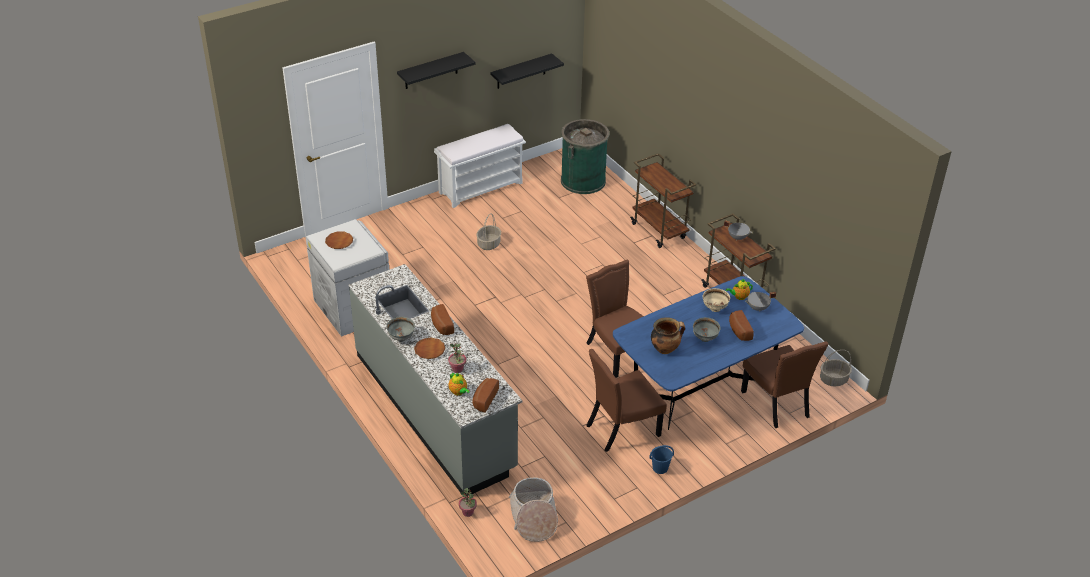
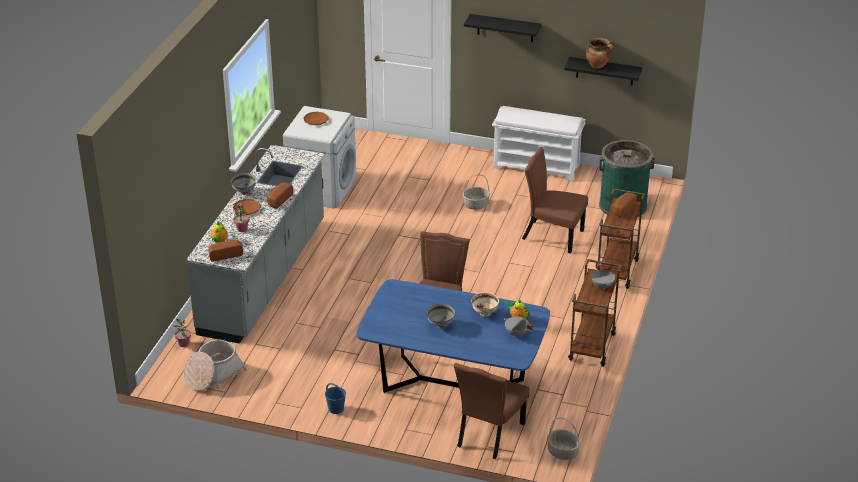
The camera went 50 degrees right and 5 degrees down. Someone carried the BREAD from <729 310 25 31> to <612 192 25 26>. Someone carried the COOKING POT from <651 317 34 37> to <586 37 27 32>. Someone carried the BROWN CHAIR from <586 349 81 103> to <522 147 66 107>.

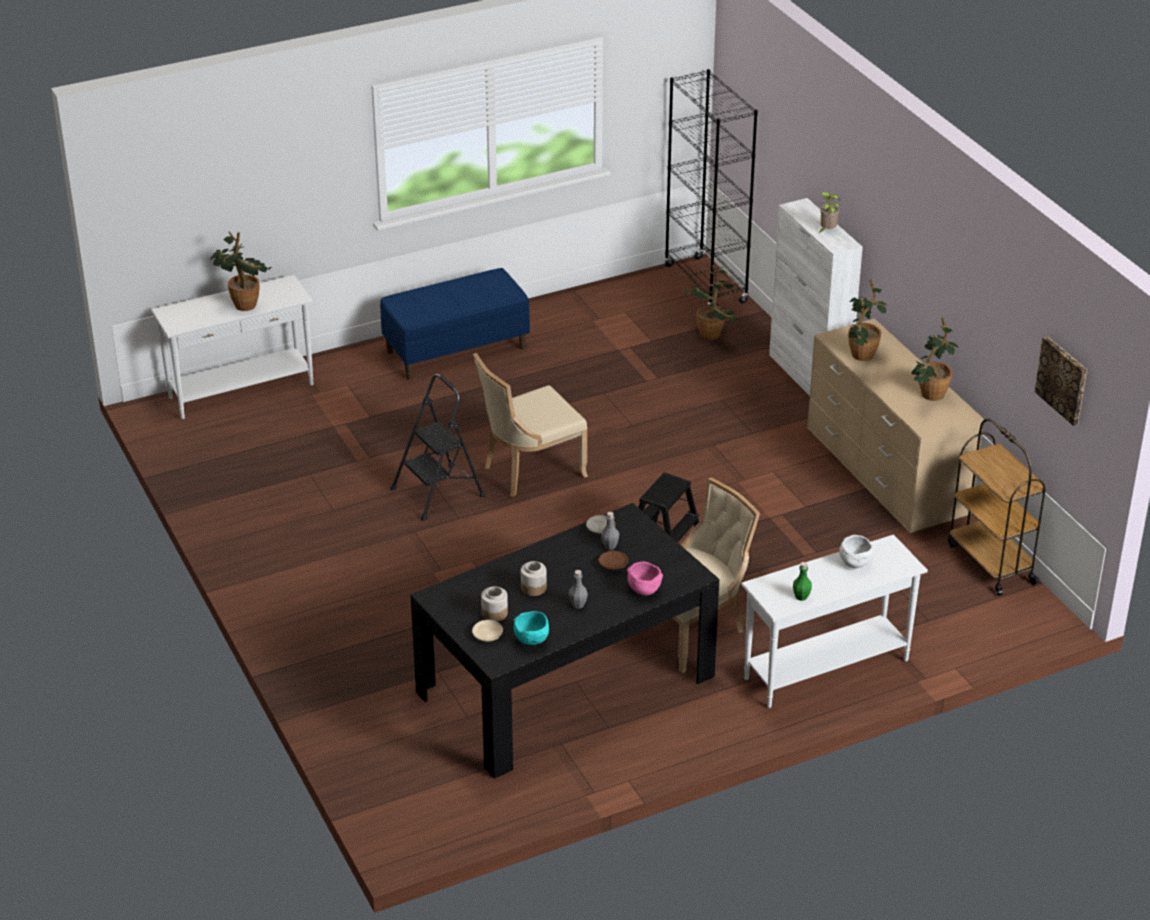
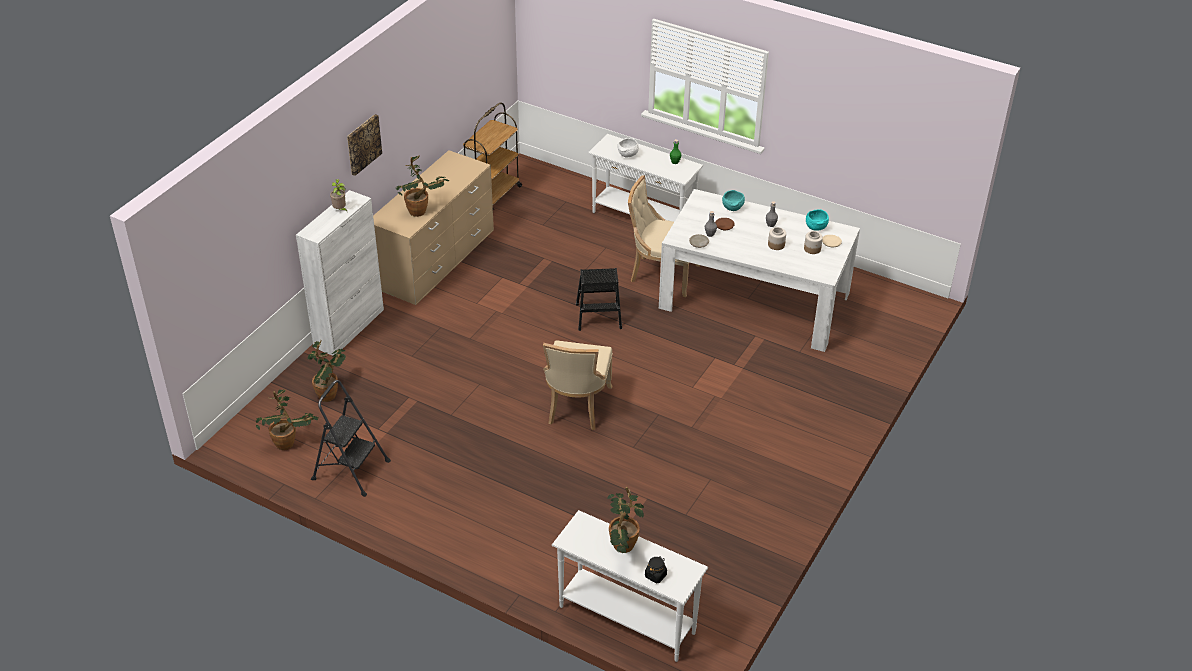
The camera went 125 degrees left and 5 degrees up. Someone took away the BLACK BOOKCASE at <664 69 94 237>. Someone took away the BLUE BENCH at <380 268 150 112>. Someone carried the POTTED PLANT from <911 318 47 83> to <256 389 63 61>. Someone carried the PICTURE from <1035 336 52 90> to <347 114 35 62>. Someone rotated the BEIGE CHAIR at <473 353 115 144> by 75 degrees clockwise. Someone carried the BLACK STEP LADDER from <390 374 96 147> to <311 380 80 117>. Someone repainted the BLACK DINING TABLE at <411 503 308 276>, which became the WHITE DINING TABLE at <659 189 201 163>. Someone repainted the PINK BOWL at <627 561 36 35>, which became the TURQUOISE BOWL at <722 190 23 21>. Someone put down the BLACK JAR at <645 556 22 27>.

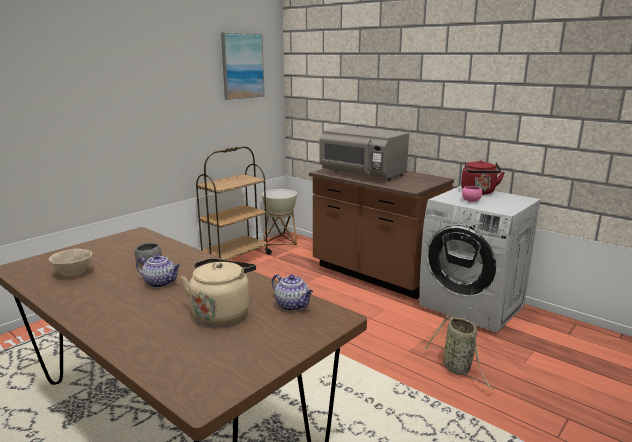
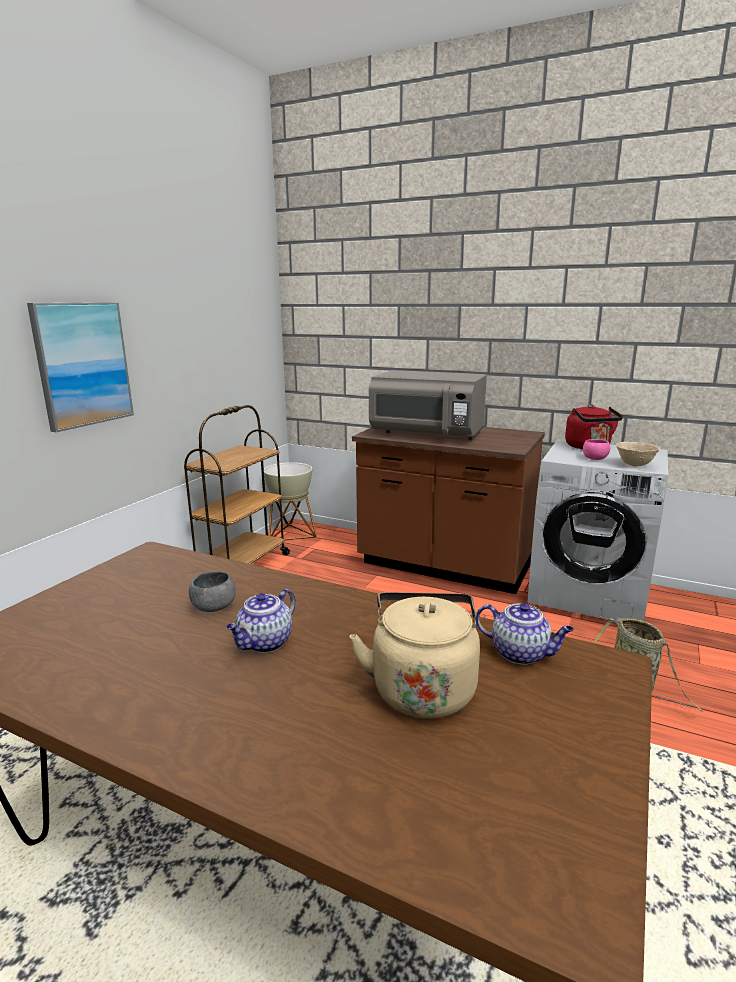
The camera went 15 degrees left and 0 degrees up. Someone carried the PICTURE from <221 33 44 67> to <27 302 107 130>. Someone carried the BEIGE BOWL from <49 249 43 27> to <616 442 44 24>. Someone rotated the TEAPOT at <136 254 45 34> by 120 degrees clockwise.

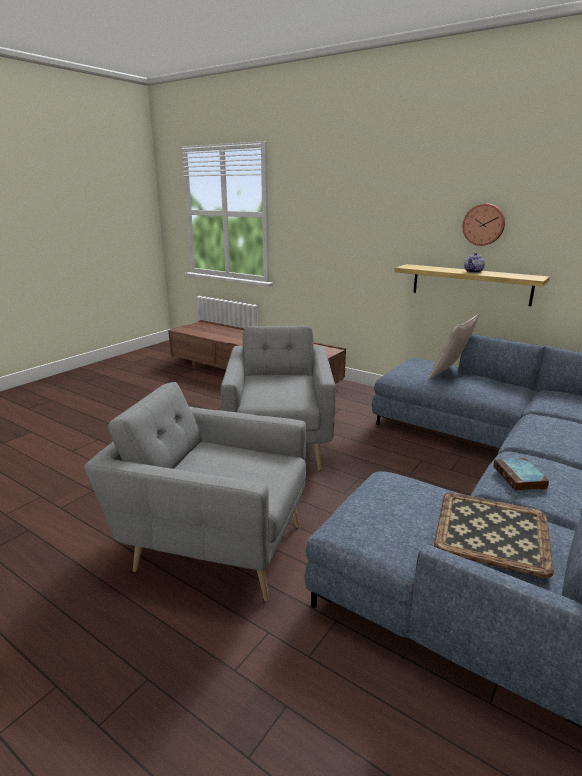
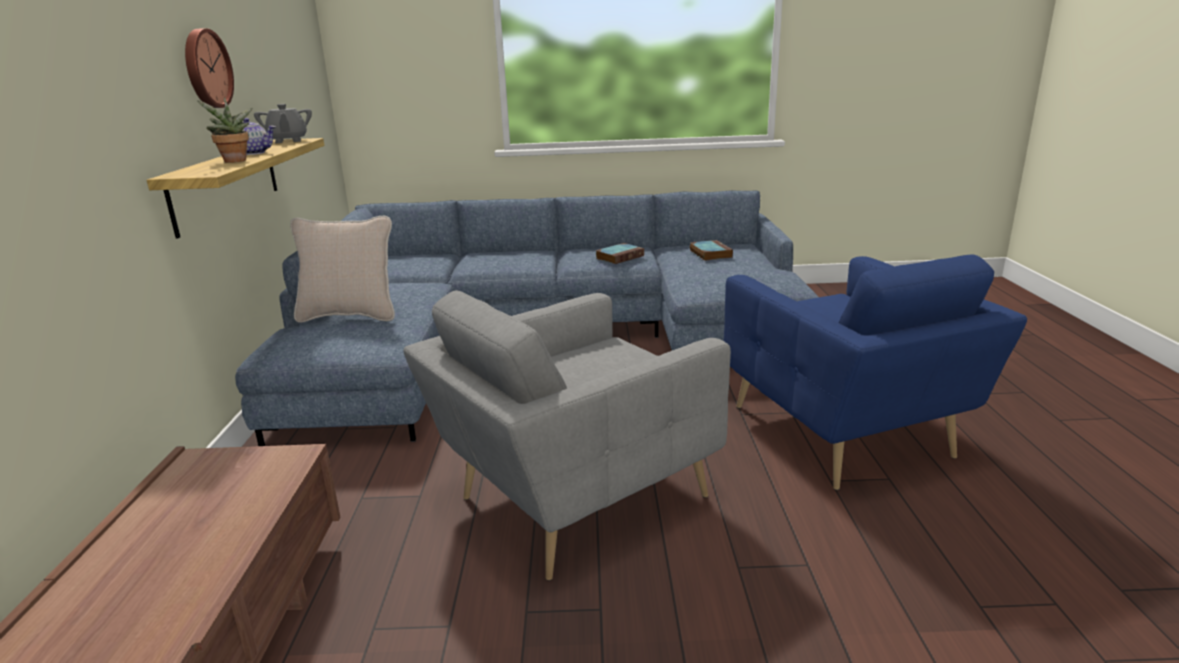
The camera went 125 degrees left and 0 degrees up. Someone repainted the GREY ARMCHAIR at <84 382 222 220>, which became the BLUE ARMCHAIR at <724 255 303 235>. Someone swapped the TRAY at <434 492 120 86> for the BOOK at <690 240 43 21>. Someone put down the POTTED PLANT at <197 97 56 66>. Someone put down the GREY TEAPOT at <254 104 58 39>.

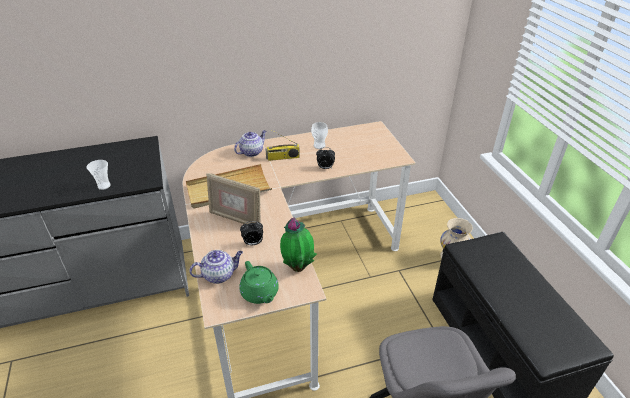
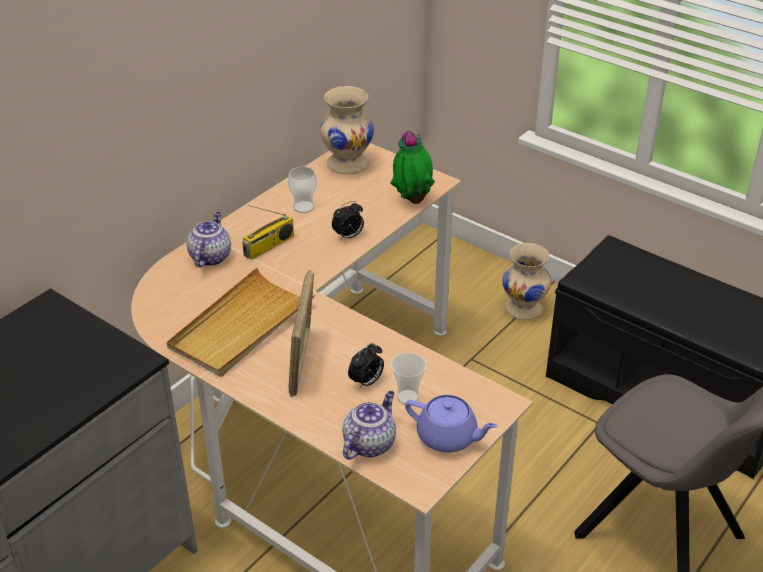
The camera went 35 degrees left and 0 degrees up. Someone carried the CUP from <87 160 24 30> to <391 353 36 52>. Someone rotated the PICTURE FRAME at <206 173 55 51> by 105 degrees clockwise. Someone carried the POTTED PLANT from <280 217 37 55> to <390 131 45 73>. Someone repainted the GREEN TEAPOT at <239 261 40 43>, which became the PURPLE TEAPOT at <405 395 93 58>. Someone put down the BEIGE VASE at <320 86 54 88>.

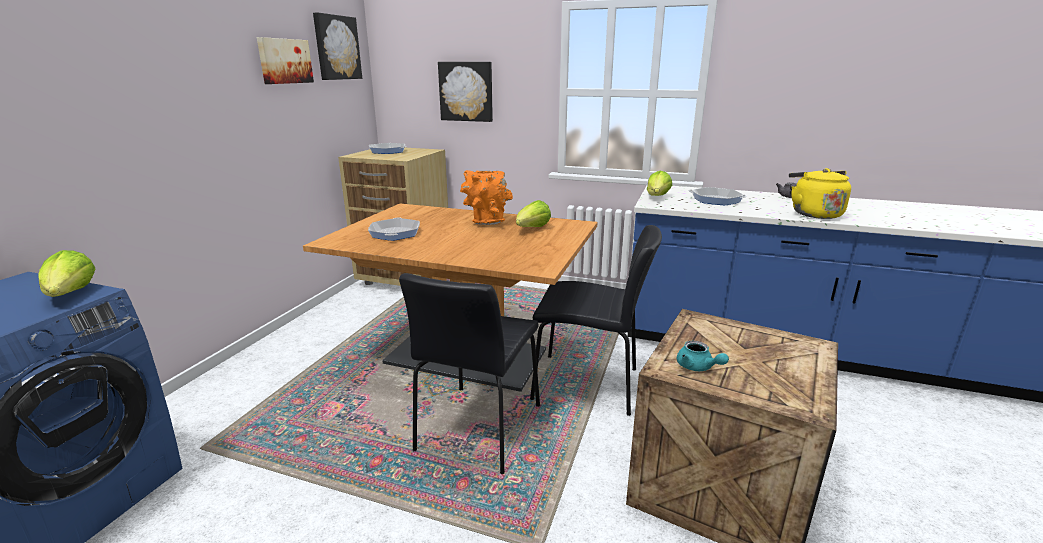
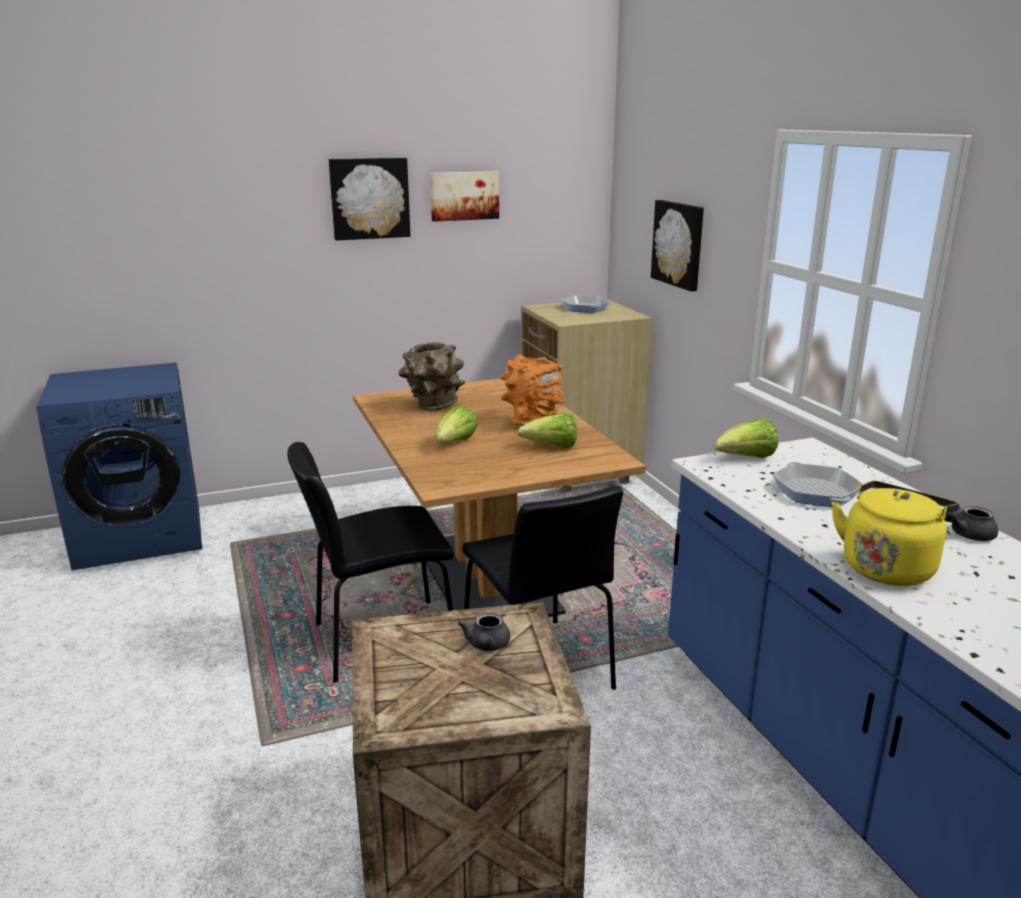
The camera went 50 degrees right and 0 degrees up. Someone carried the PICTURE from <313 12 49 68> to <329 158 81 83>. Someone swapped the FRYING PAN at <368 217 52 24> for the BROWN VASE at <399 342 66 69>. Someone carried the LETTUCE from <38 250 57 47> to <436 405 42 38>. Someone took away the TURQUOISE TEAPOT at <677 341 52 30>. Someone put down the GREY TEAPOT at <458 612 52 39>.

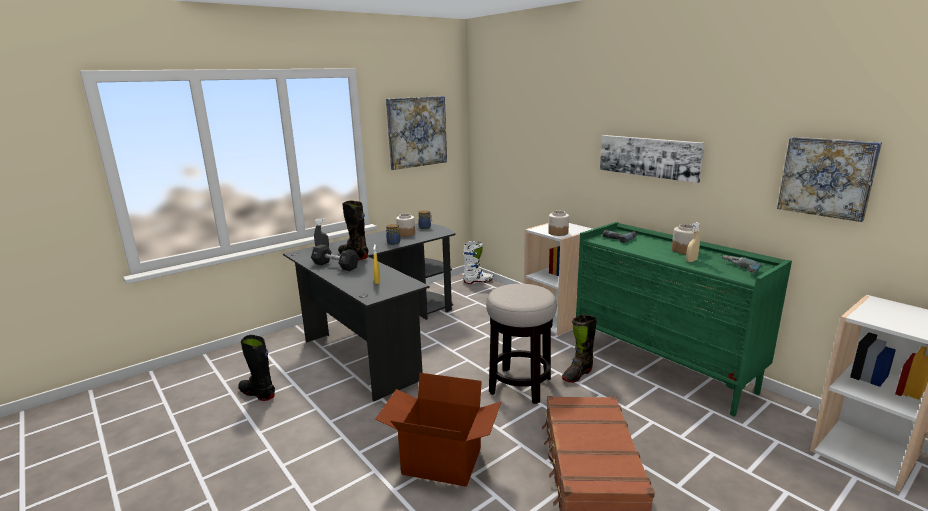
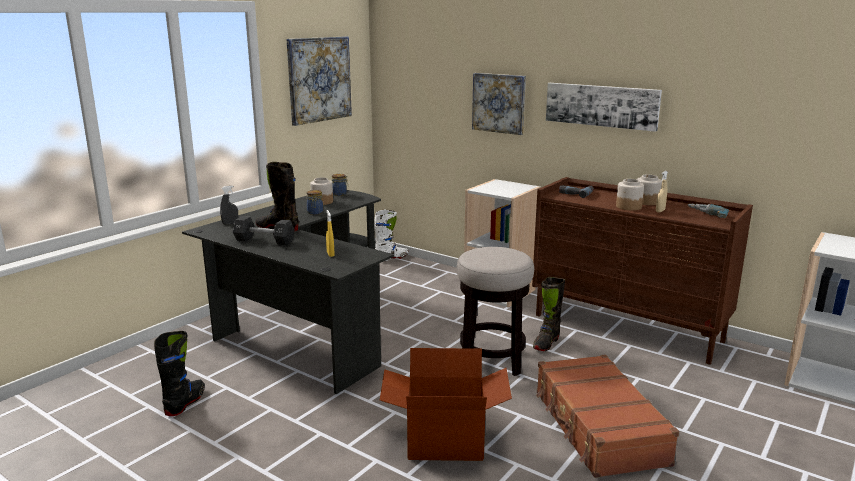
The camera went 15 degrees left and 0 degrees up. Someone carried the PICTURE from <777 137 105 85> to <472 73 54 62>. Someone carried the JAR from <548 211 21 25> to <616 179 28 31>. Someone repainted the GREEN CABINET at <576 222 216 195>, which became the BROWN CABINET at <532 177 221 188>. Someone rotated the BLACK BOOT at <238 335 37 66> by 90 degrees clockwise.

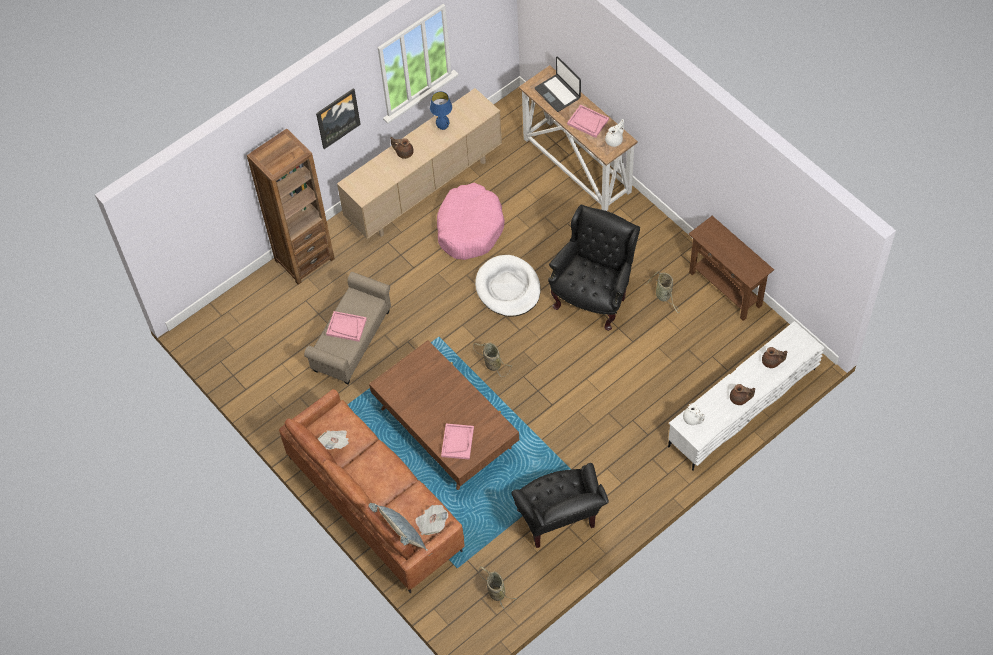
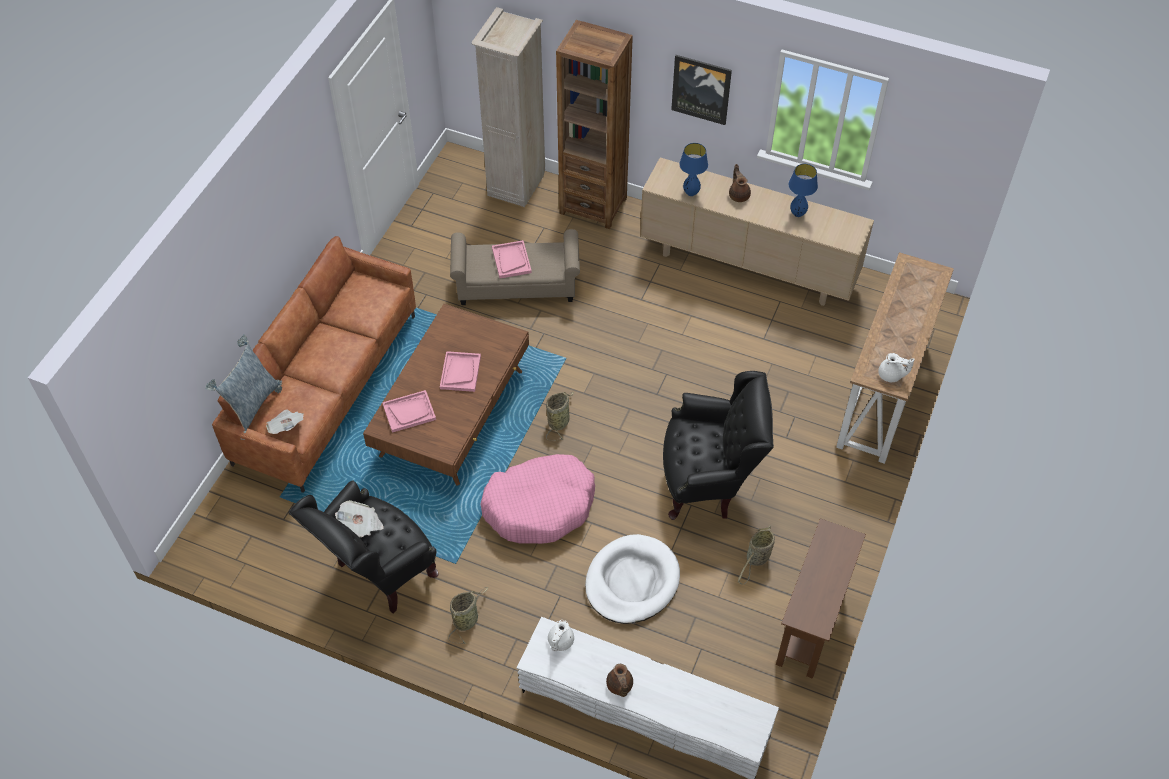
The camera went 60 degrees right and 5 degrees down. Someone took away the LAPTOP at <535 56 46 56>. Someone carried the PINK TRAY from <567 105 42 33> to <440 351 41 41>. Someone carried the PINK DOG BED from <437 183 68 77> to <481 454 114 90>. Someone carried the WHITE DOG BED from <475 255 66 62> to <585 534 95 90>. Someone took away the BROWN TEAPOT at <762 347 25 21>. Someone carried the NEWSPAPER from <318 430 31 20> to <335 500 49 37>. Someone carried the BASKET from <479 566 38 43> to <448 587 40 57>. Someone put down the BEIGE CABINET at <472 7 73 200>. Someone put down the BLUE TABLE LAMP at <679 143 29 53>.

